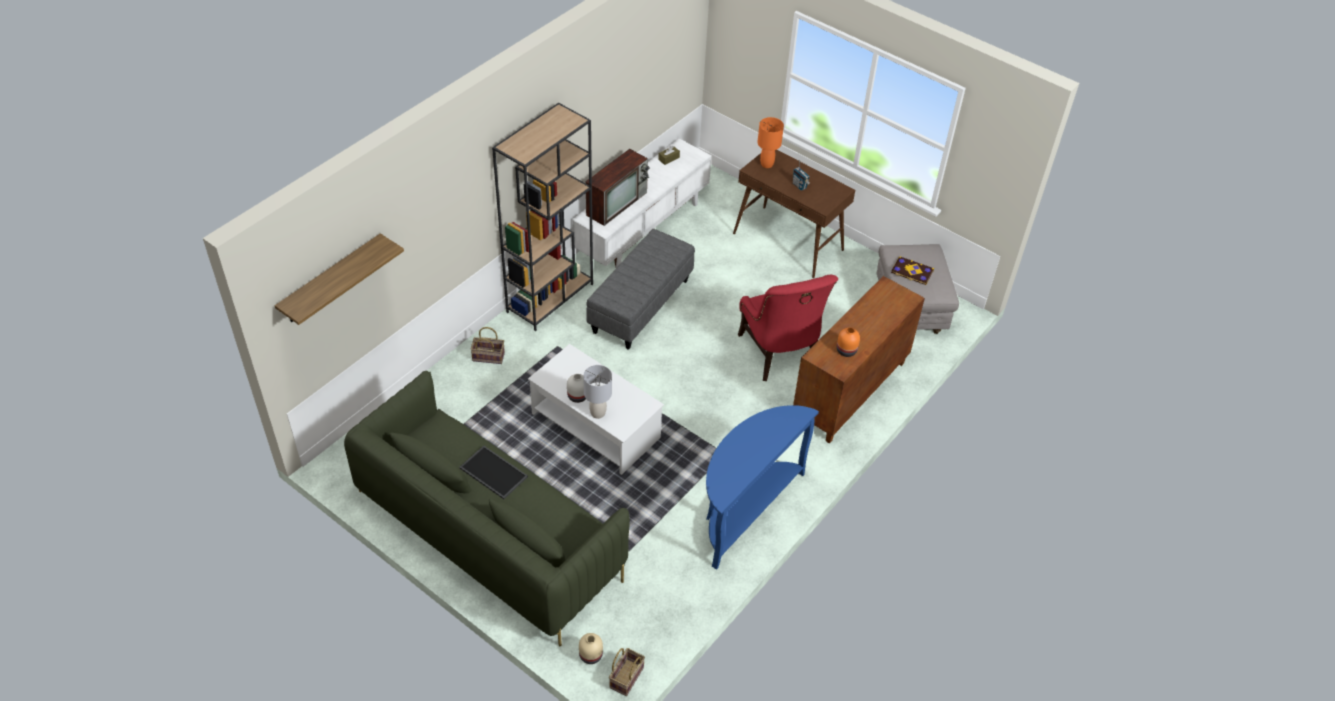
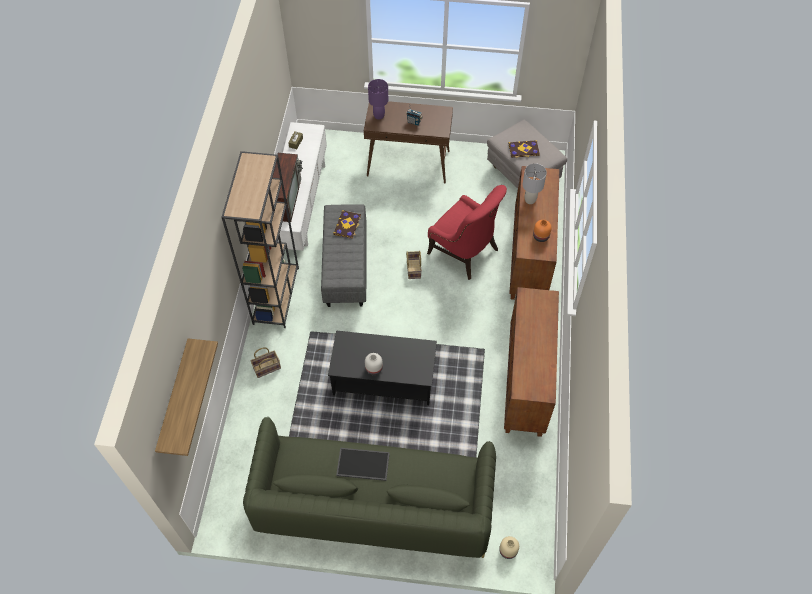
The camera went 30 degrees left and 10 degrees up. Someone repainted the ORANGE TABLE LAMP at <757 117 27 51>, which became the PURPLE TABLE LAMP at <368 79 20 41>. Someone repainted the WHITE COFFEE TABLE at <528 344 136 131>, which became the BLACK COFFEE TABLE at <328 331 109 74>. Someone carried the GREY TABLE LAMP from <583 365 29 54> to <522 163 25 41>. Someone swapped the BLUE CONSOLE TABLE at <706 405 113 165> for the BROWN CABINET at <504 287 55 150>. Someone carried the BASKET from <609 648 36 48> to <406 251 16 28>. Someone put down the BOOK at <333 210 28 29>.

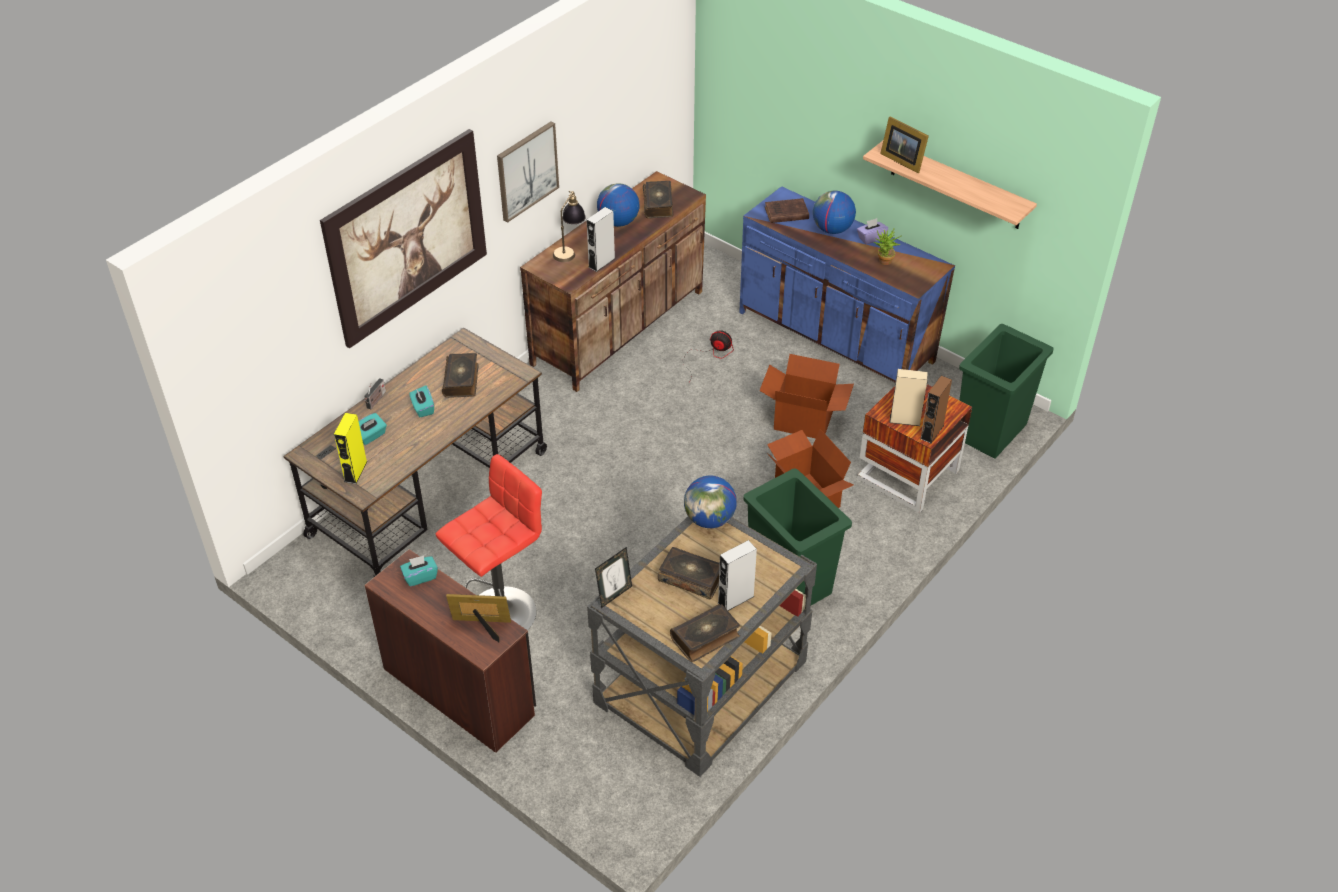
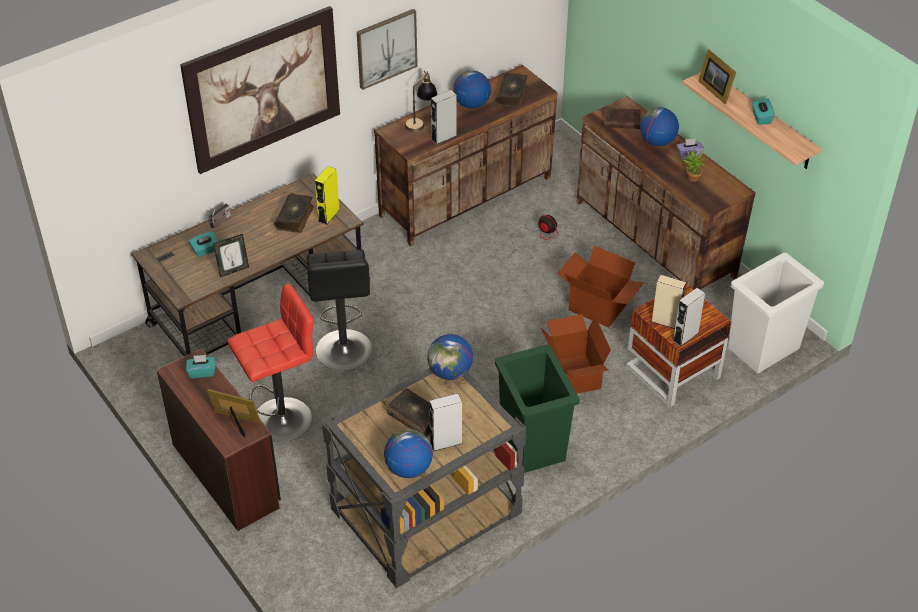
The camera went 15 degrees right and 0 degrees up. Someone repainted the BLUE CABINET at <739 186 216 197>, which became the BROWN CABINET at <577 96 179 194>. Someone repainted the GREEN TRASH CAN at <959 324 95 135>, which became the WHITE TRASH CAN at <728 253 96 120>. Someone repainted the BROWN SPEAKER at <920 375 32 68>, which became the GREY SPEAKER at <673 288 32 58>. Someone carried the TURQUOISE TISSUE BOX from <409 385 25 32> to <752 98 23 27>. Someone carried the YELLOW SPEAKER from <334 413 33 71> to <315 166 25 59>. Someone carried the PICTURE FRAME from <595 547 37 61> to <213 234 36 43>. Someone swapped the BOOK at <670 604 70 58> for the GLOBE at <384 429 49 49>. Someone put down the BLACK STOOL at <307 250 65 121>.

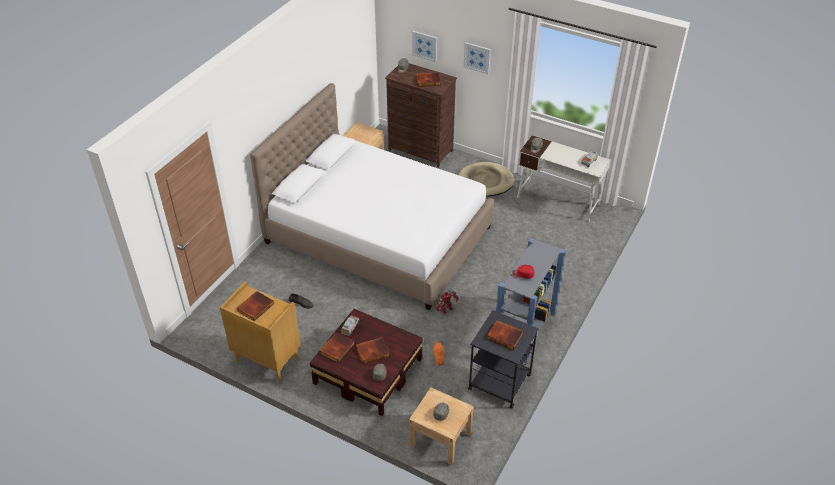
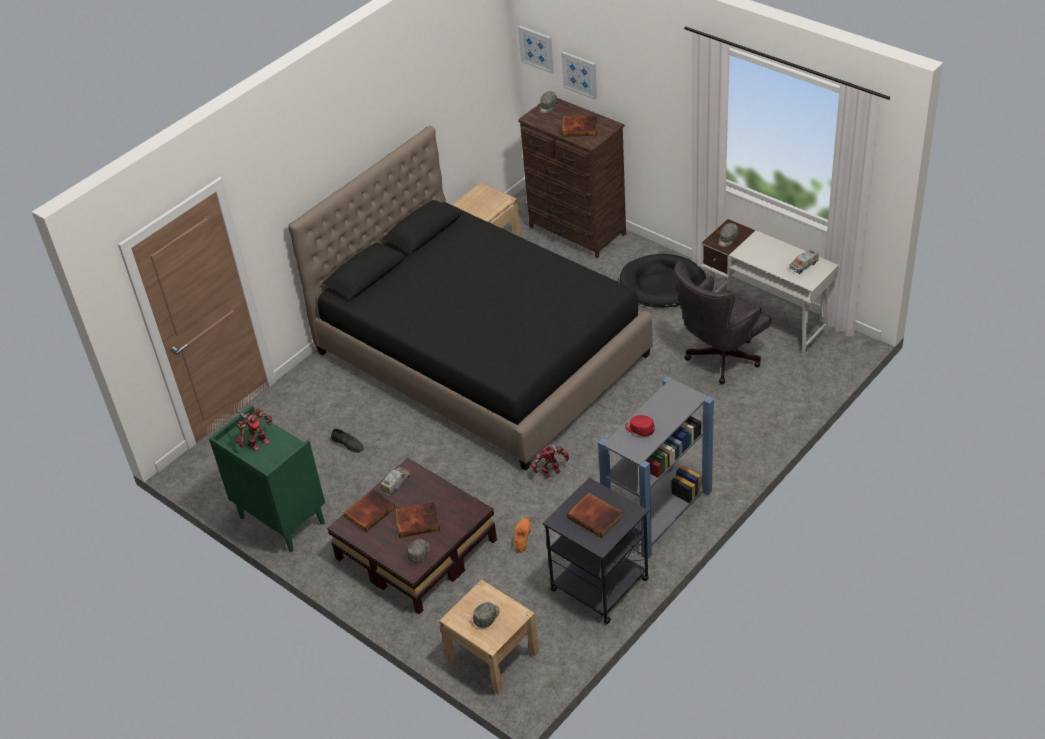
The camera went 15 degrees right and 0 degrees up. Someone carried the PICTURE from <464 42 27 32> to <518 26 36 48>. Someone repainted the WHITE BED at <250 83 244 227>, which became the BLACK BED at <288 126 365 345>. Someone repainted the BEIGE DOG BED at <459 162 56 34>, which became the BLACK DOG BED at <620 254 86 54>. Someone repainted the BROWN CABINET at <220 281 80 101>, which became the GREEN CABINET at <209 405 116 147>. Someone swapped the BOOK at <237 291 37 30> for the TOY ROBOT at <236 409 36 43>. Someone put down the GREY OFFICE CHAIR at <675 261 96 123>.

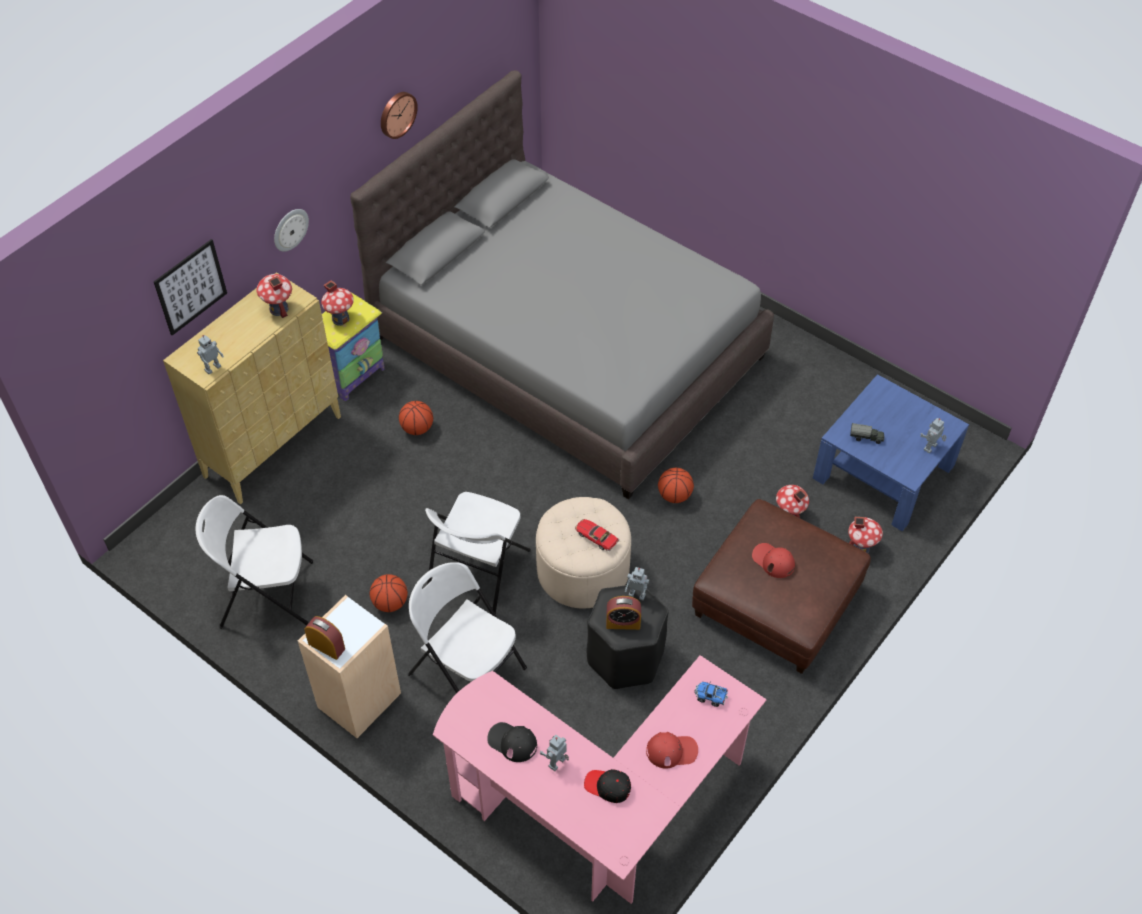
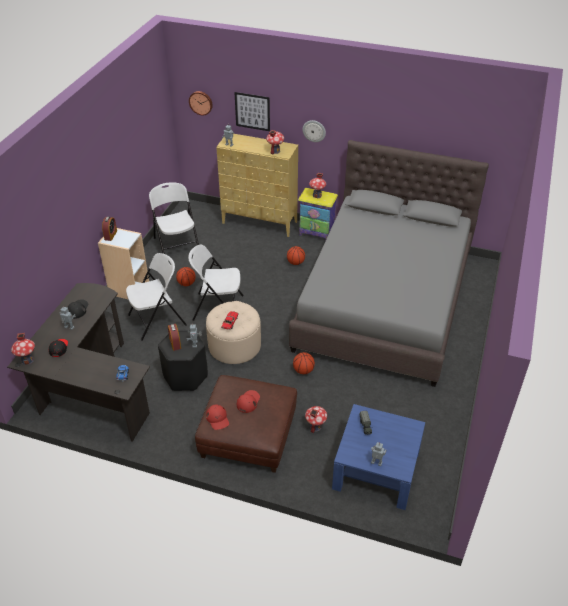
The camera went 70 degrees right and 10 degrees down. Someone carried the WALL CLOCK from <381 92 37 47> to <189 91 24 25>. Someone carried the TOY HOUSE from <848 517 35 36> to <11 333 24 32>. Someone rotated the WHITE CHAIR at <408 562 119 132> by 45 degrees clockwise. Someone repainted the PINK DESK at <433 655 334 249>, which became the BLACK DESK at <7 283 143 159>. Someone carried the RED CAP from <646 732 52 37> to <206 405 23 25>.

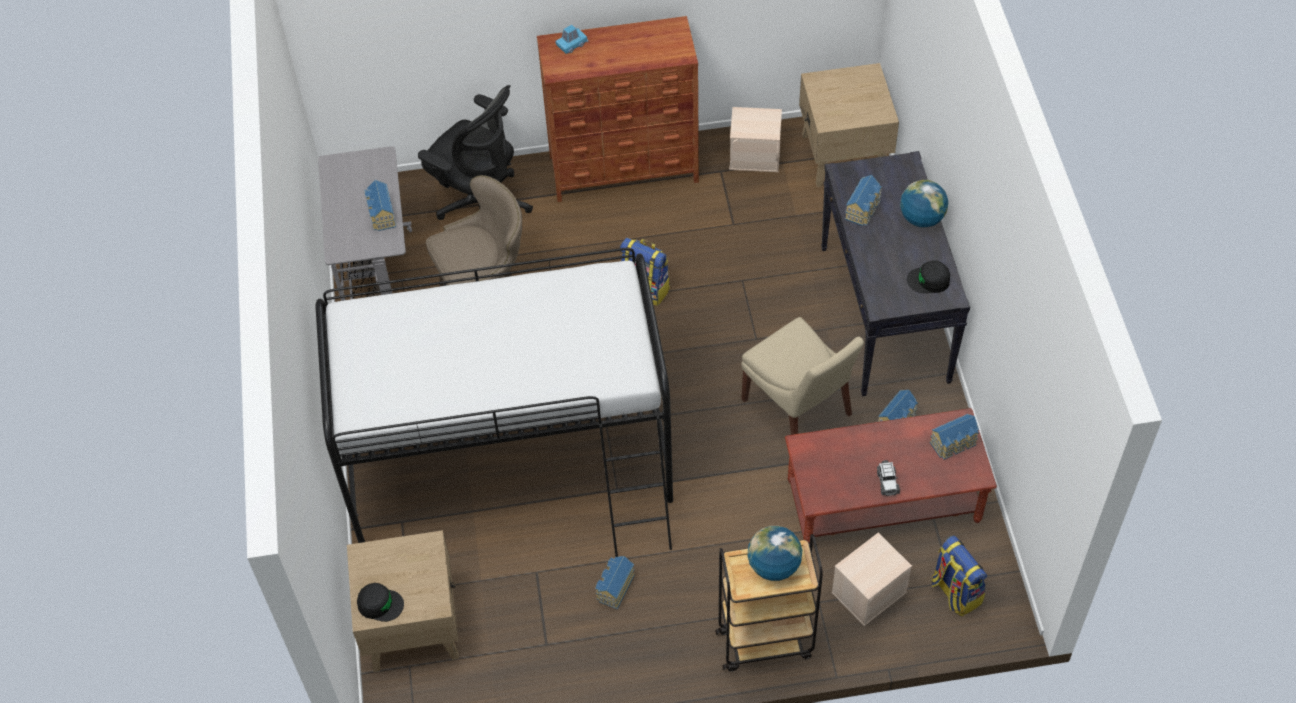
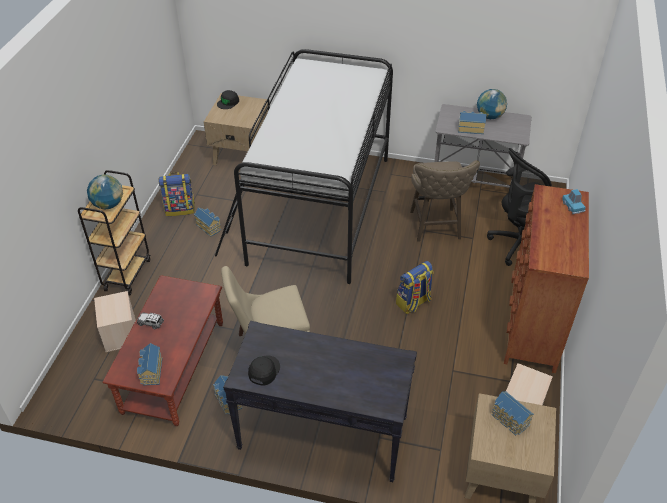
The camera went 110 degrees right and 10 degrees down. Someone carried the TOY HOUSE from <845 175 37 51> to <491 392 43 43>. Someone carried the GLOBE from <900 180 48 47> to <477 89 30 30>. Someone carried the BACKPACK from <931 535 56 81> to <158 172 37 44>.

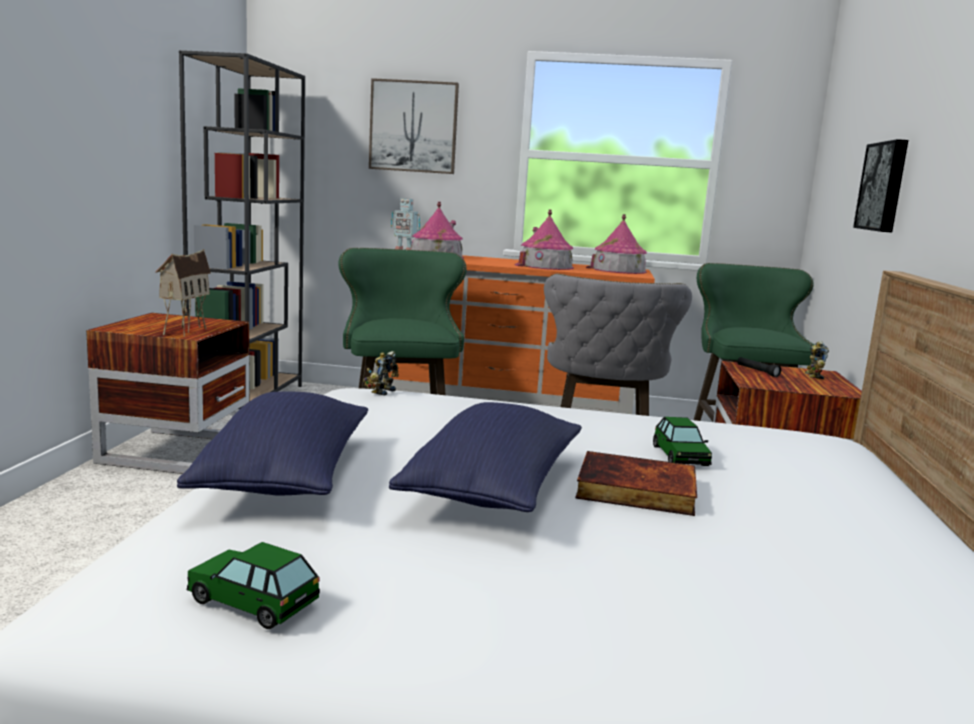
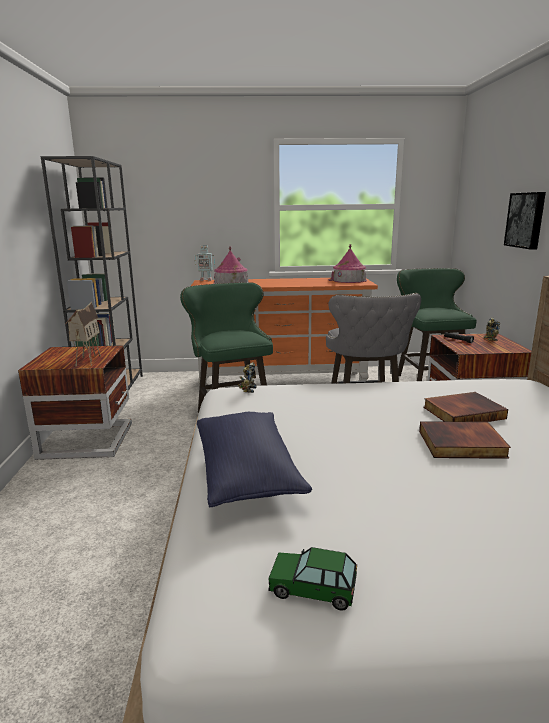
The camera went 10 degrees left and 5 degrees up. Someone took away the PICTURE at <369 78 90 96>. Someone took away the TOY HOUSE at <514 210 60 60>. Someone took away the BLUE PILLOW at <389 402 193 110>. Someone swapped the TOY CAR at <653 417 59 49> for the BOOK at <423 392 85 30>.

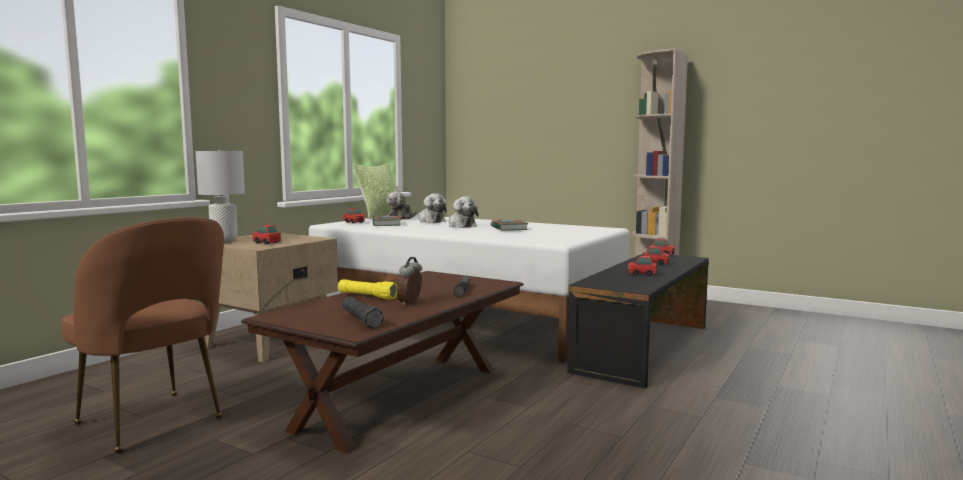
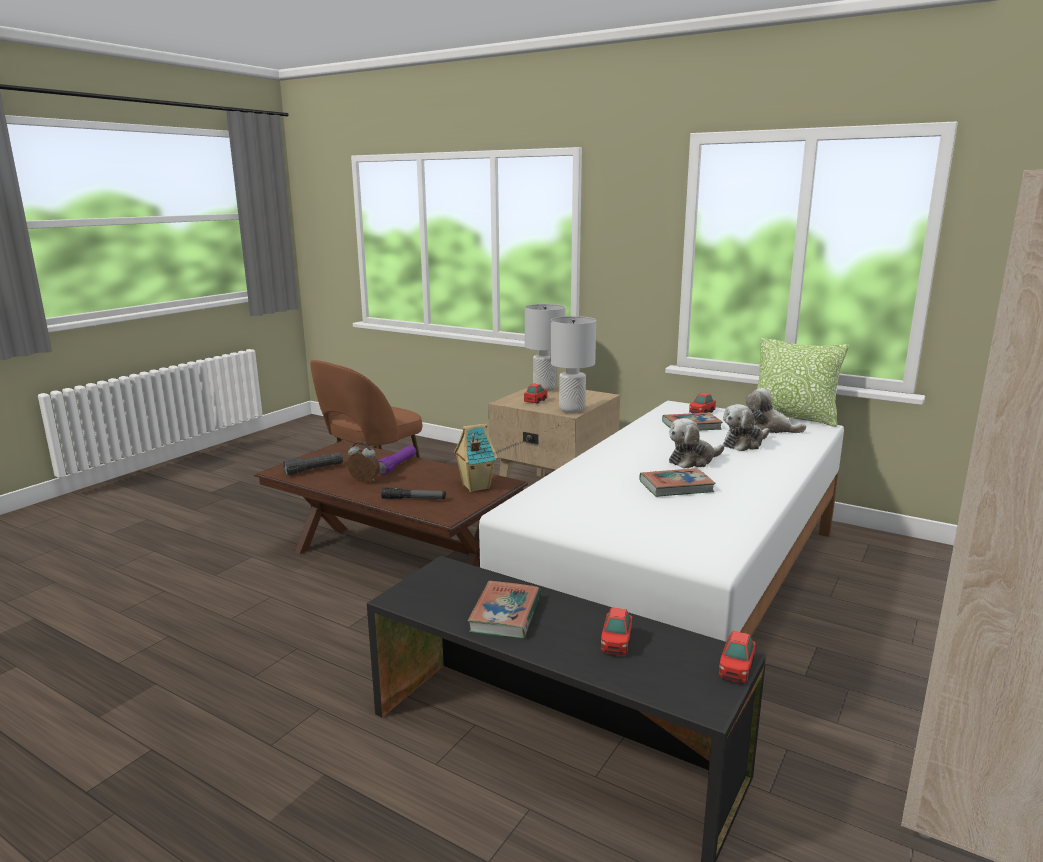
The camera went 90 degrees right and 10 degrees up. Someone swapped the TOY CAR at <628 255 29 21> for the BOOK at <467 581 74 57>. Someone repainted the YELLOW FLASHLIGHT at <338 279 59 21>, which became the PURPLE FLASHLIGHT at <378 445 38 30>. Someone put down the GREY TABLE LAMP at <551 316 45 97>. Someone put down the TOY HOUSE at <454 423 44 69>.

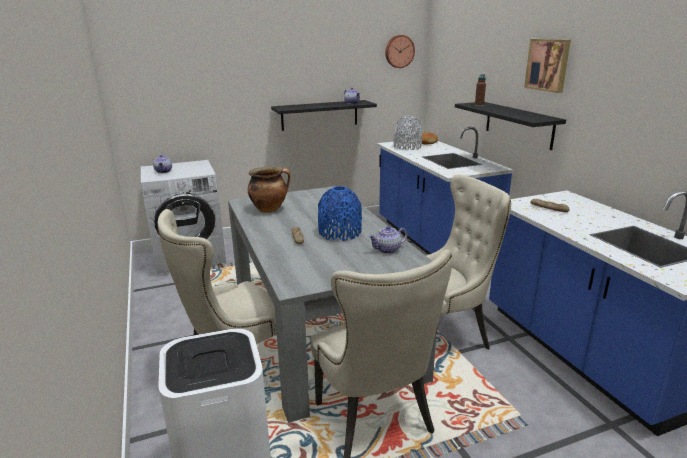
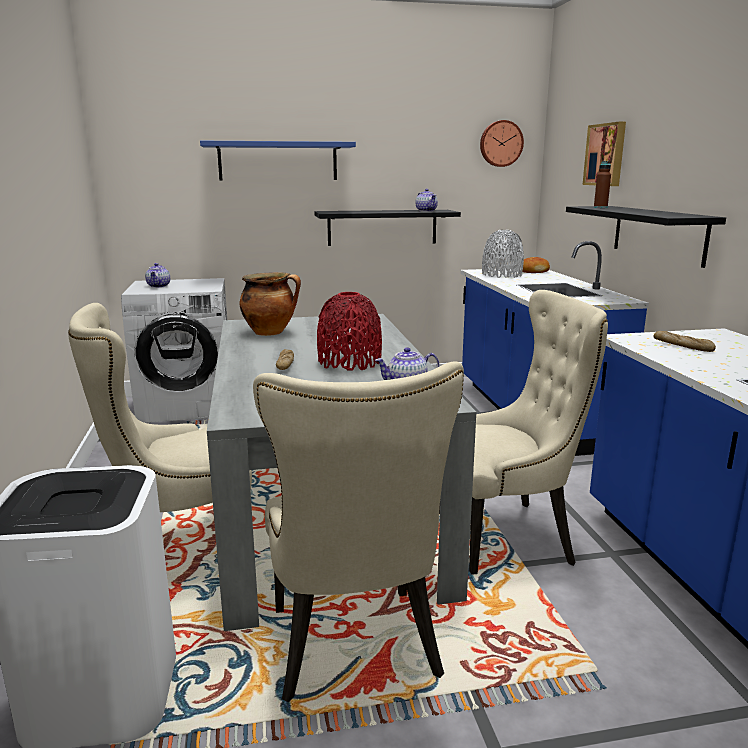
The camera went 10 degrees right and 5 degrees down. Someone carried the PICTURE from <524 39 47 54> to <583 122 43 64>. Someone repainted the BLUE VASE at <318 186 44 55>, which became the RED VASE at <317 292 65 79>. Someone put up the BLUE SHELF at <200 141 156 39>.

